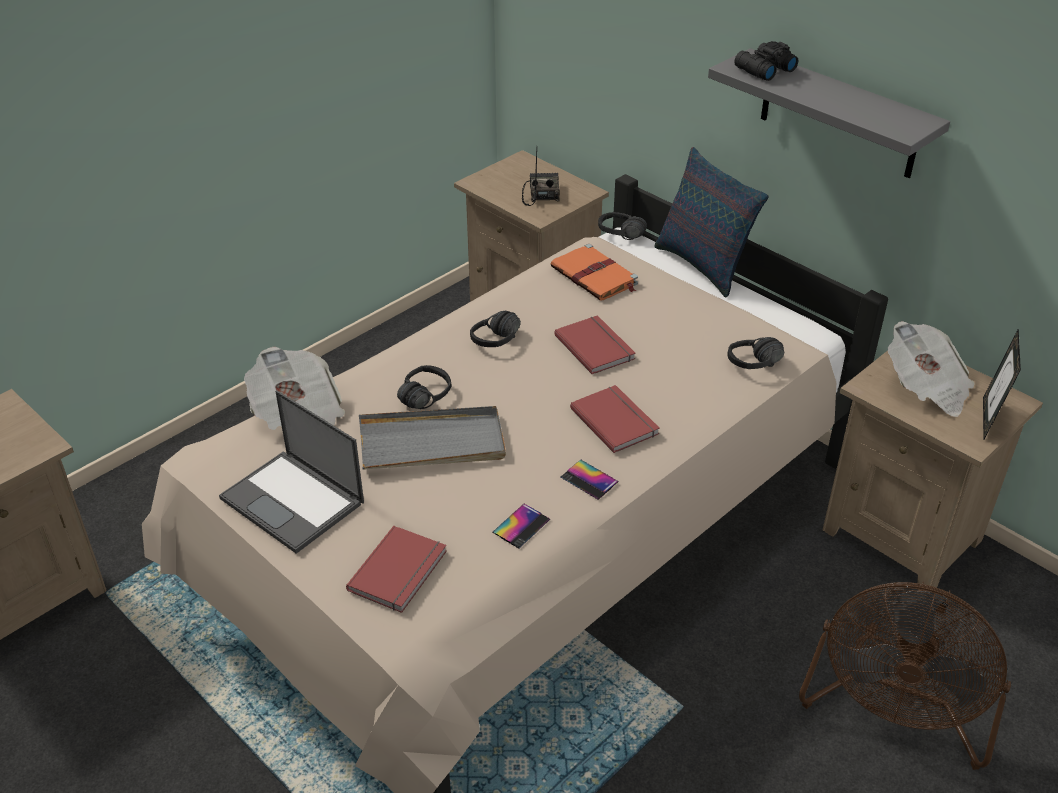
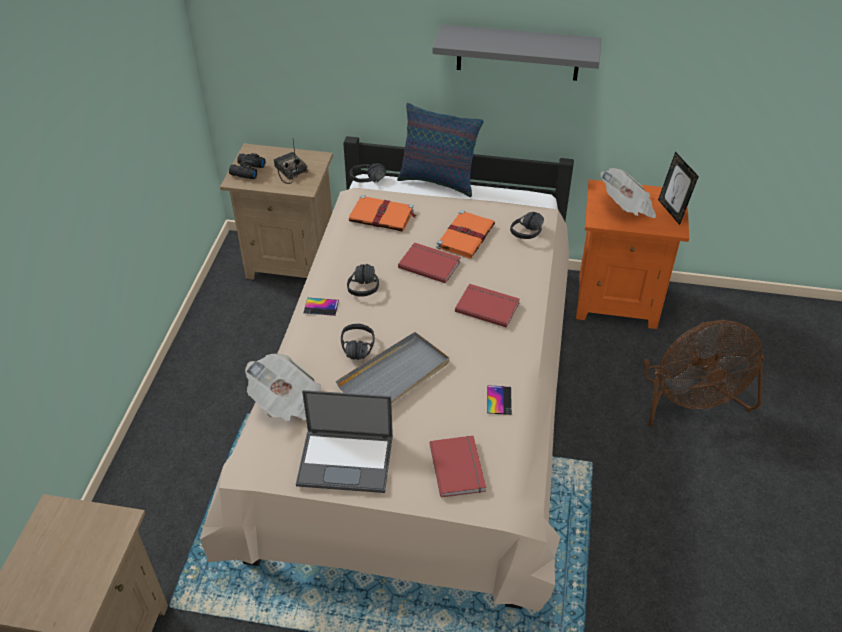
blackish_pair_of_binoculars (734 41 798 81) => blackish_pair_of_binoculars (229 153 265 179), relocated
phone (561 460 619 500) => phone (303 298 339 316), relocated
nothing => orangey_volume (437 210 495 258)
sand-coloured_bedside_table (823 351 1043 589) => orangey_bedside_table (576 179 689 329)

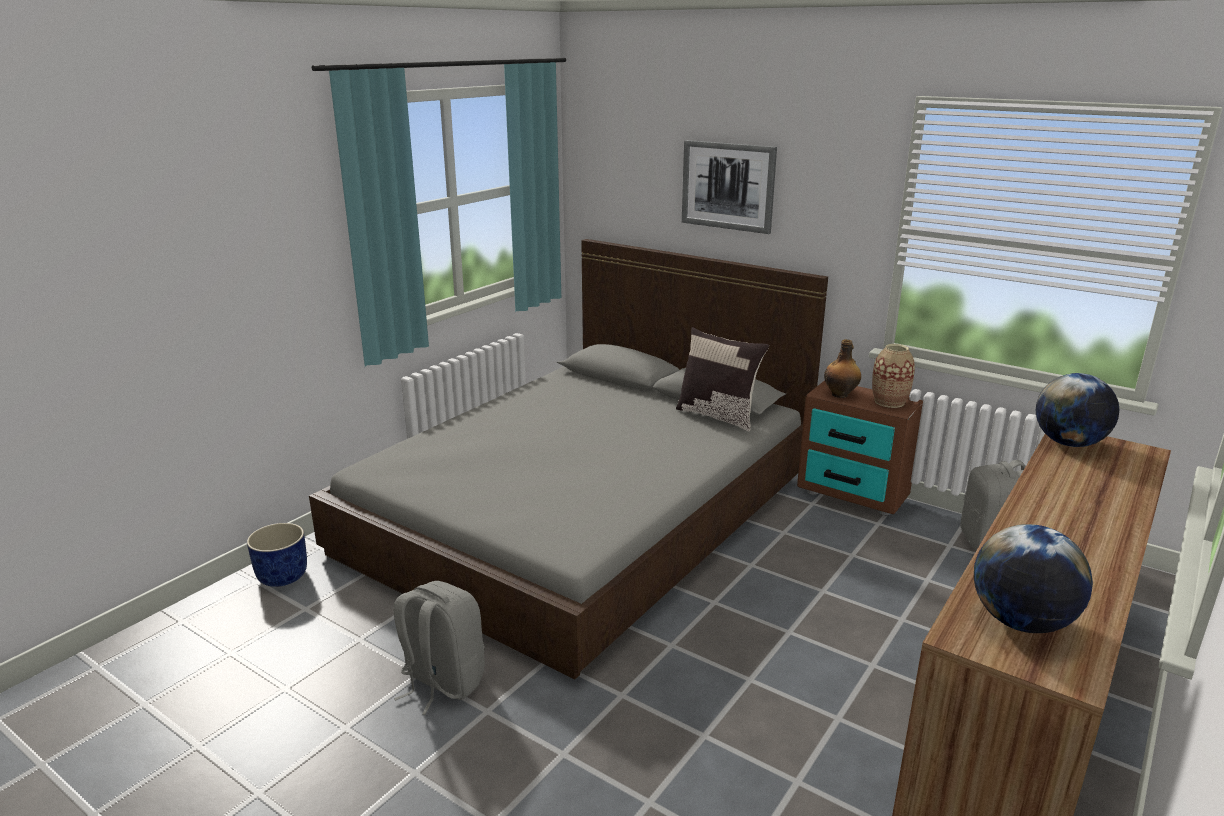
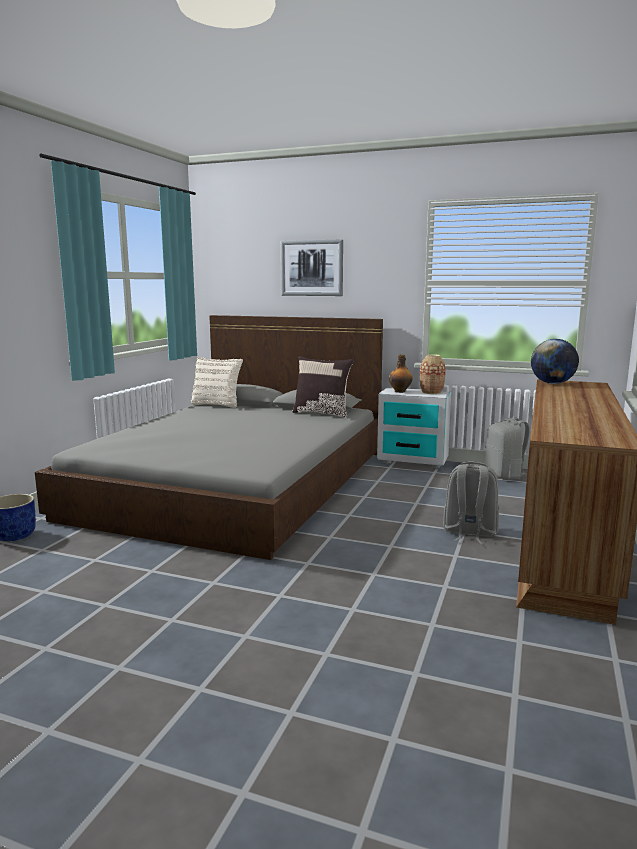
nothing => sand-coloured_pillow (191 356 243 408)
brown_bedside_table (797 380 923 516) => whitish_bedside_table (377 388 451 469)
grey_backpack (394 581 485 715) => grey_backpack (443 461 499 544), relocated
desk_globe (974 524 1093 633) => nothing

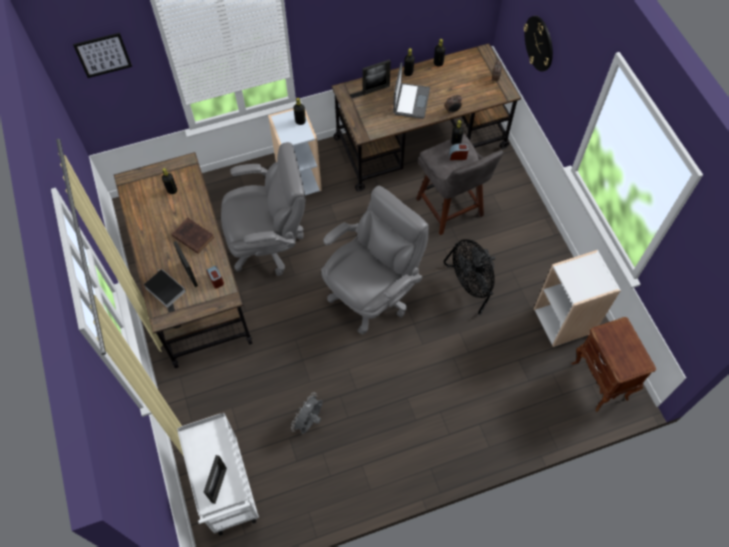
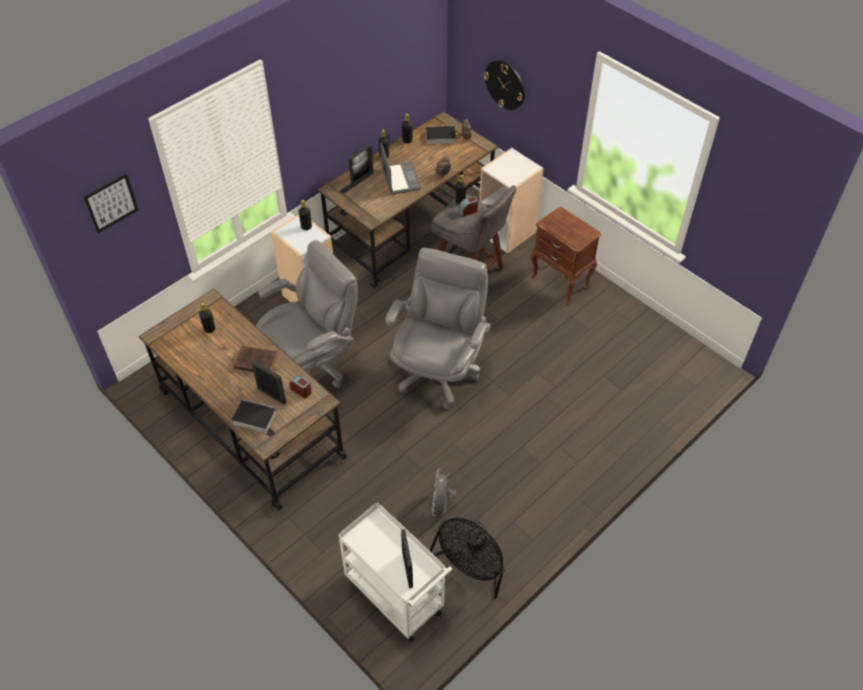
nothing => volume (421 125 456 144)
blackish_cooling_fan (444 239 495 315) => blackish_cooling_fan (429 518 506 599), relocated
bookcase (534 250 621 347) => bookcase (479 148 544 254), relocated
brown_bedside_table (571 317 656 412) => brown_bedside_table (531 207 601 305), relocated

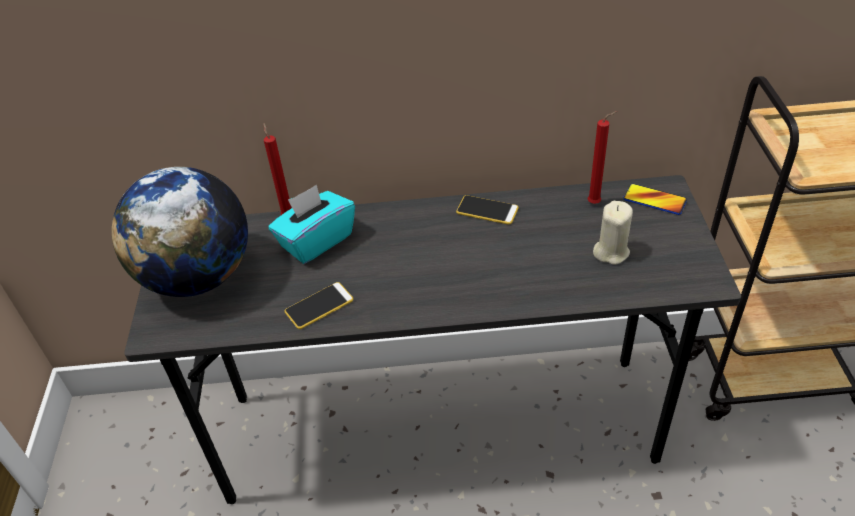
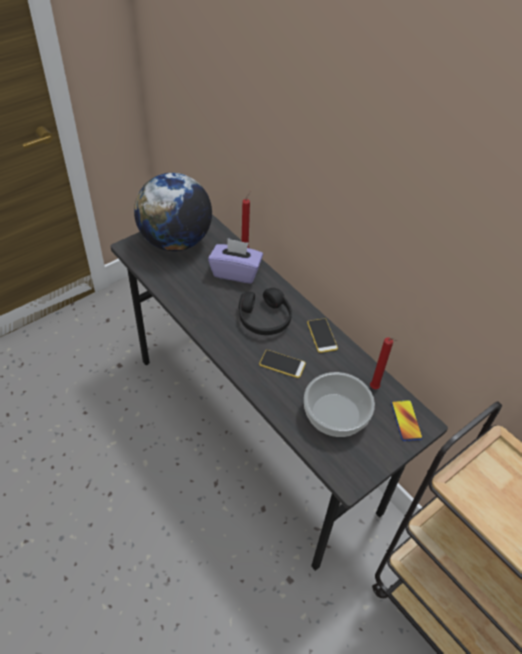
blue-green_tissue_holder (268 184 355 264) => purplish_tissue_holder (208 238 263 284)
nothing => blackish_pair_of_headphones (239 288 292 335)
phone (285 282 354 329) => phone (259 350 306 378), relocated
sand-coloured_candle (593 201 633 265) => deep_dish (304 372 375 437)

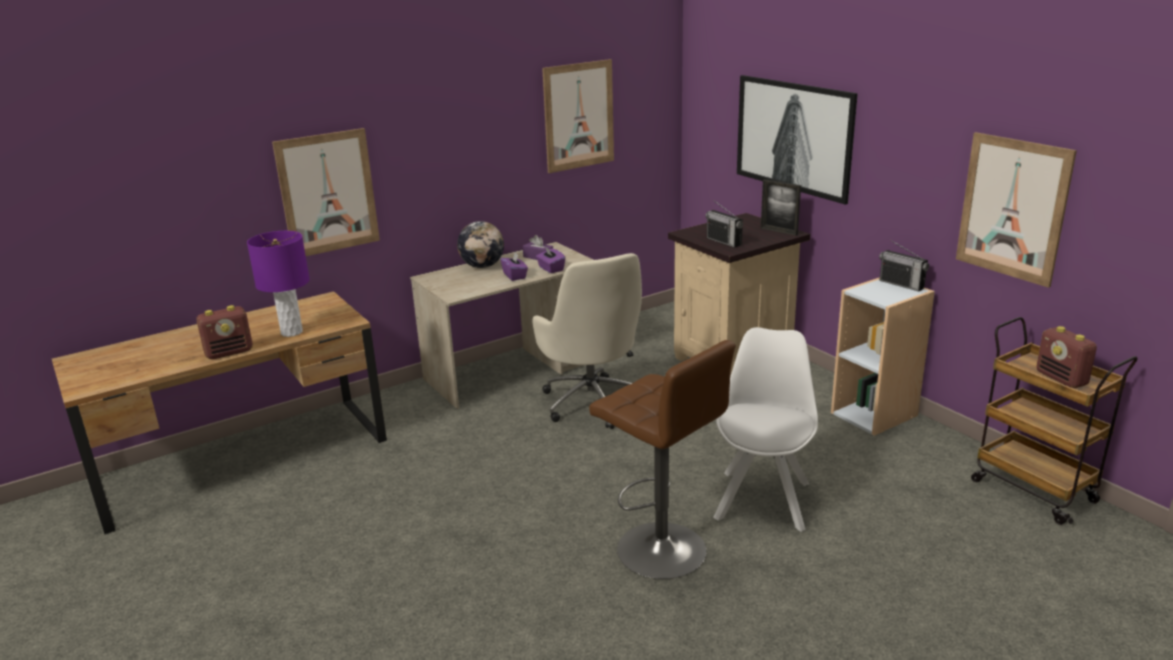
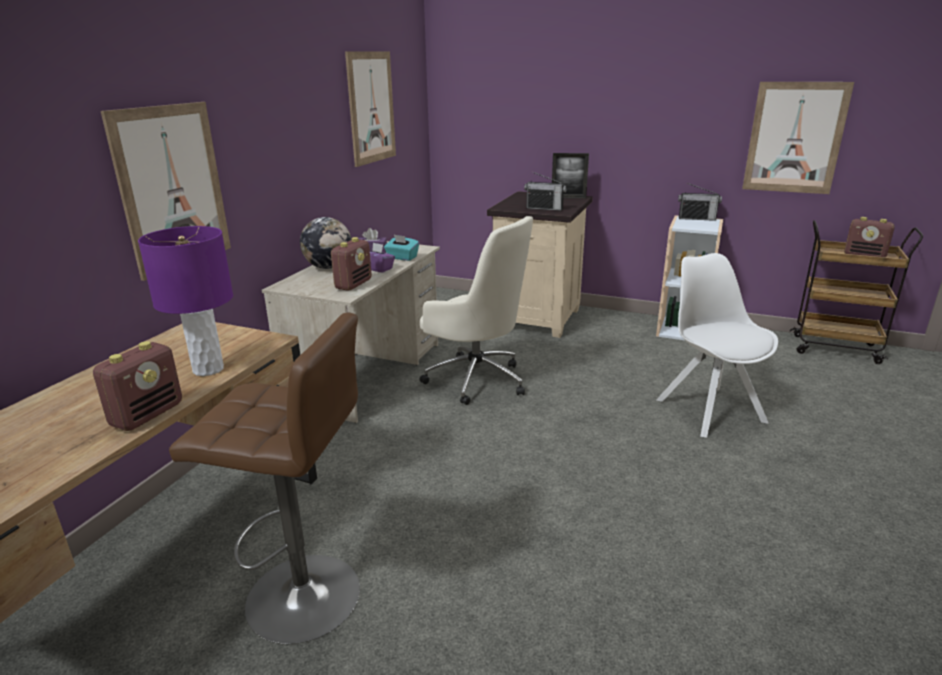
brown_sitting_stool (589 340 736 579) => brown_sitting_stool (169 313 360 644), relocated
nothing => radio_set (331 237 372 290)
purplish_tissue_holder (536 247 565 273) => blue-green_tissue_holder (384 235 419 261)
wall_art (737 75 858 204) => nothing

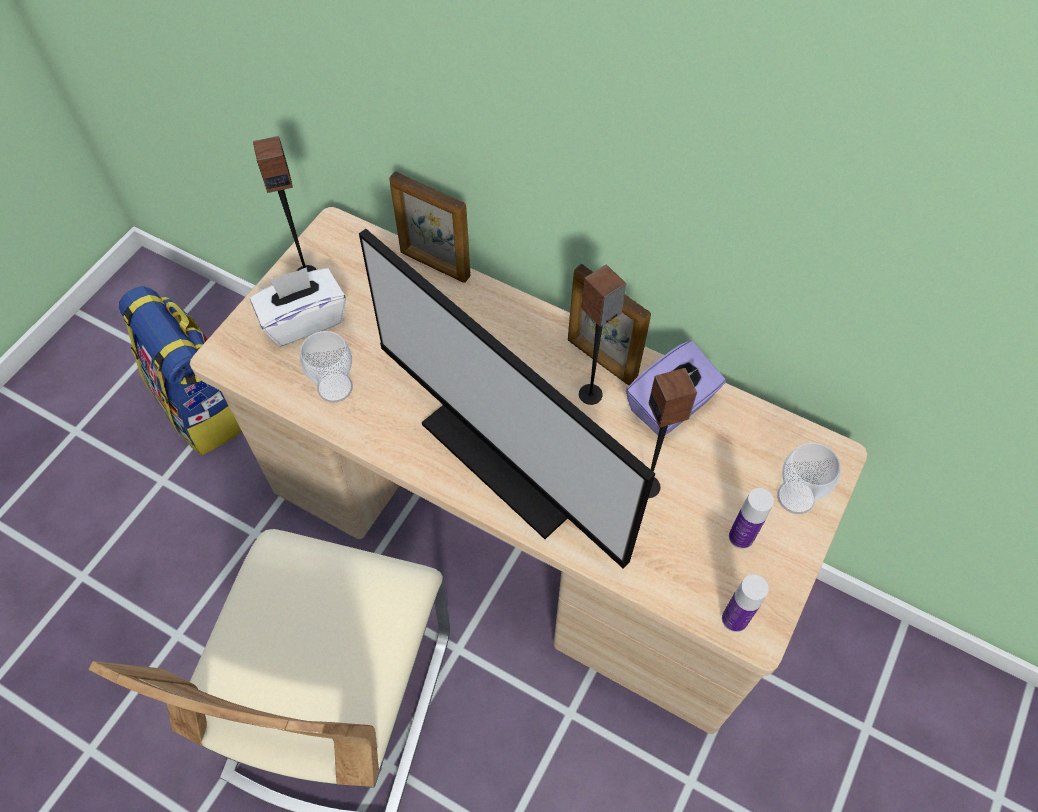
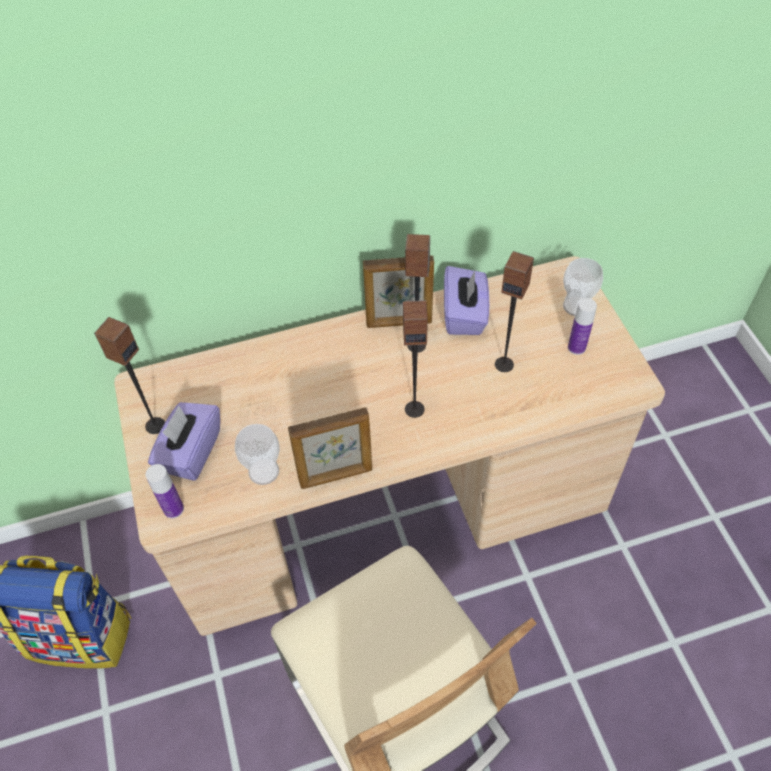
beverage_bottle (722 574 769 632) => beverage_bottle (146 464 184 518), relocated
whitish_tissue_holder (250 267 346 346) => purplish_tissue_holder (148 402 220 481)
standing_frame (389 171 470 283) => standing_frame (288 407 372 489), relocated
computer_screen (359 229 655 568) => audio_speaker (403 300 428 418)

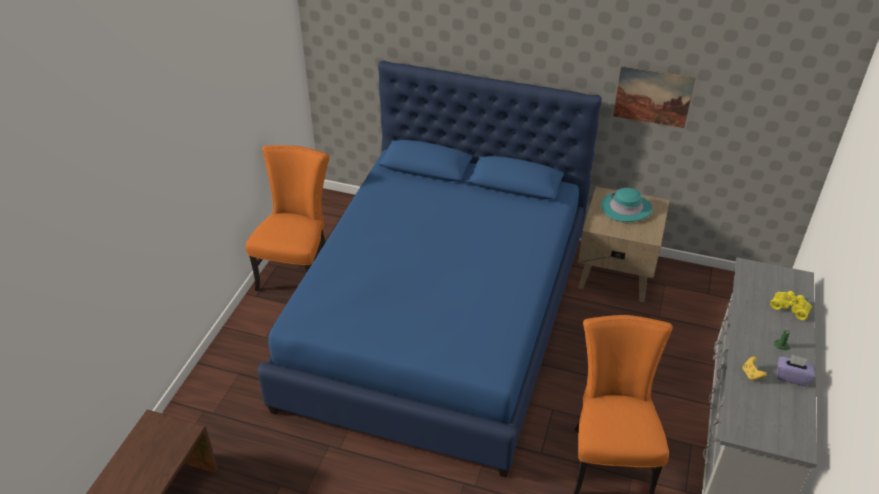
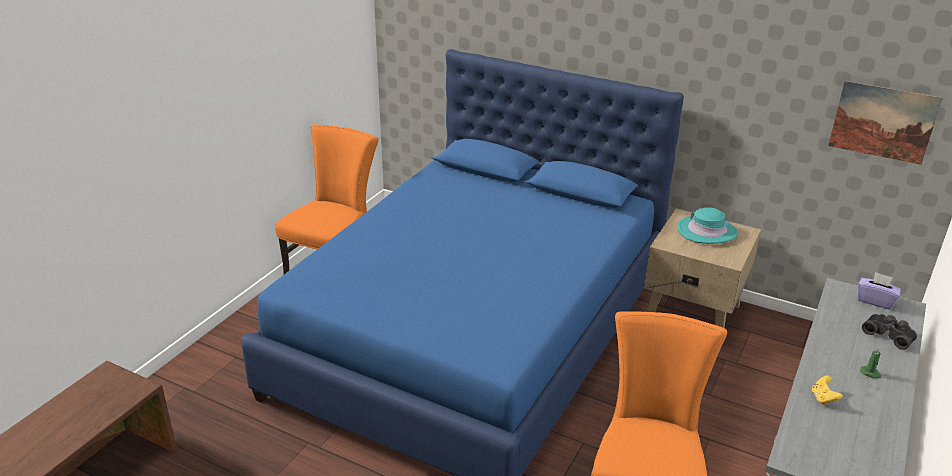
wall_art (613 66 696 128) => wall_art (828 80 943 165), relocated
purplish_tissue_holder (777 355 815 386) => purplish_tissue_holder (858 272 901 310), relocated
yellow_pair_of_binoculars (770 291 812 320) => blackish_pair_of_binoculars (862 314 917 350)

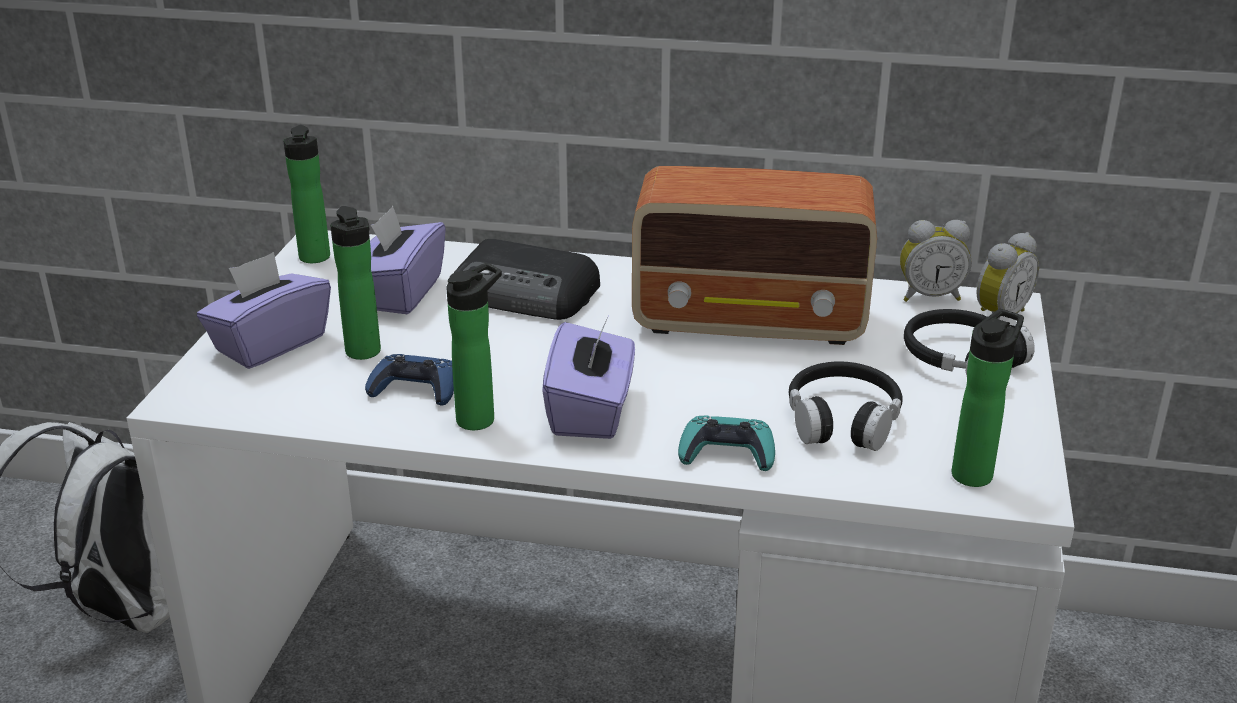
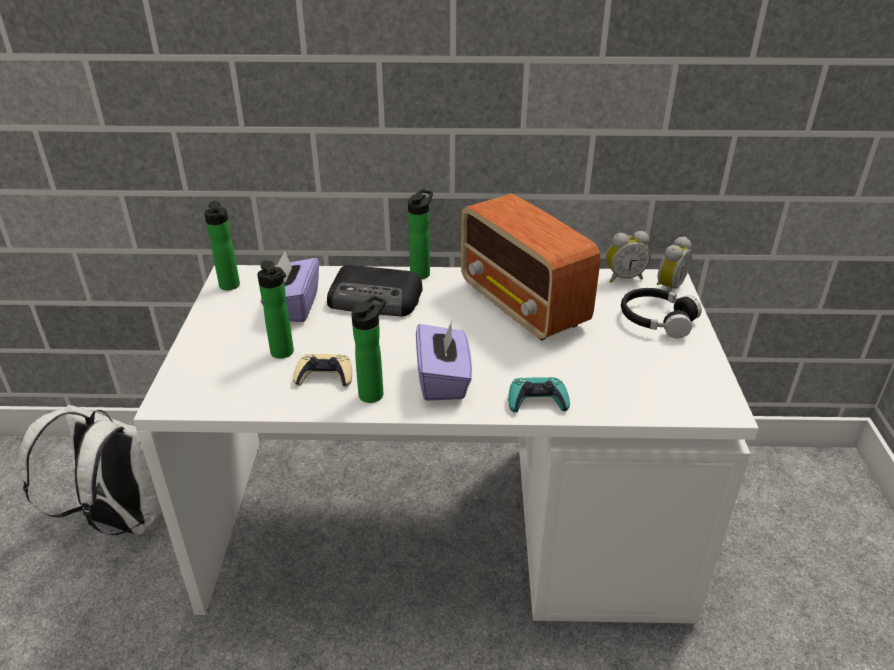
blue-coloured_joypad (365 354 454 406) => sand-coloured_joypad (293 354 352 387)
beverage_bottle (952 309 1024 487) => beverage_bottle (408 189 433 279), relocated
radio_set (632 166 877 345) => radio_set (461 194 600 341), 60 degrees clockwise
purplish_tissue_holder (197 252 331 369) => nothing
blackish_pair_of_headphones (789 361 903 451) => nothing

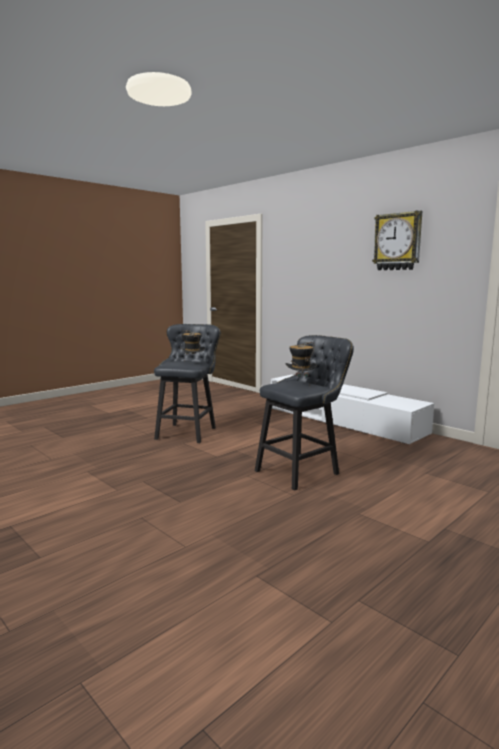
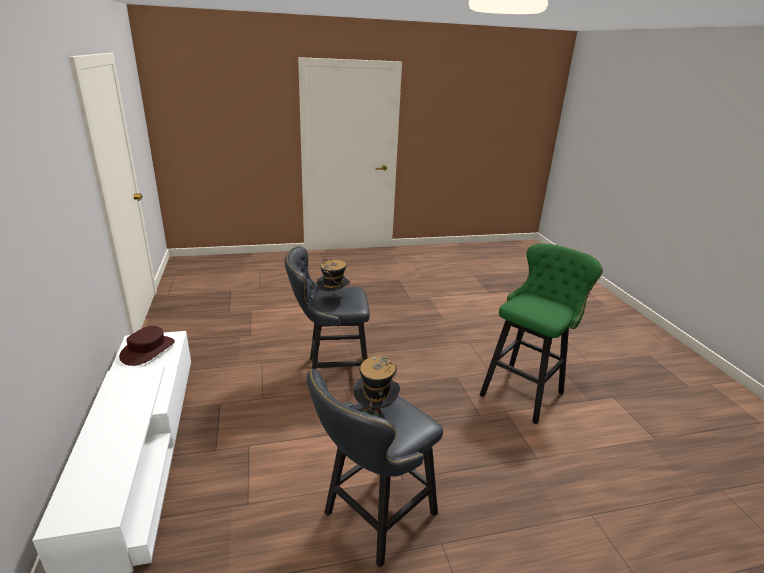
nothing => brown_clothing_hat (119 326 175 366)
nothing => greenish_sitting_stool (480 243 603 425)
clock_on_the_wall (372 211 422 270) => nothing

